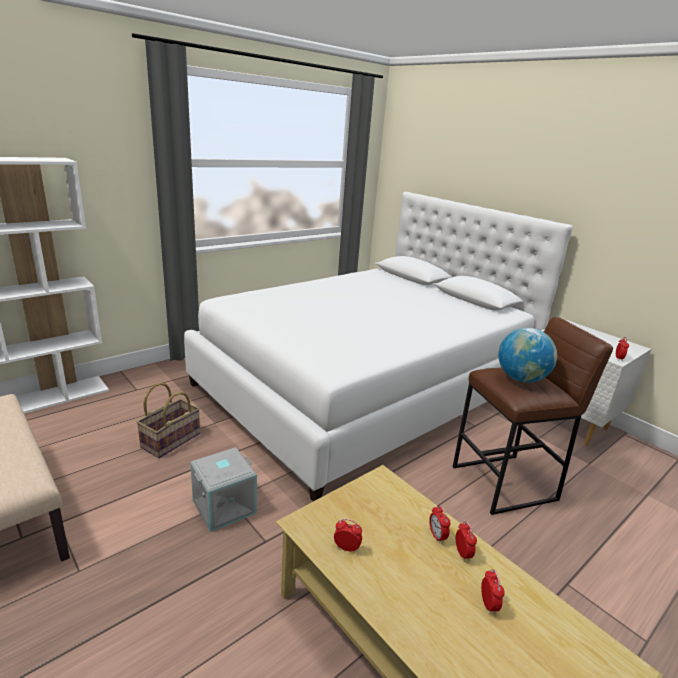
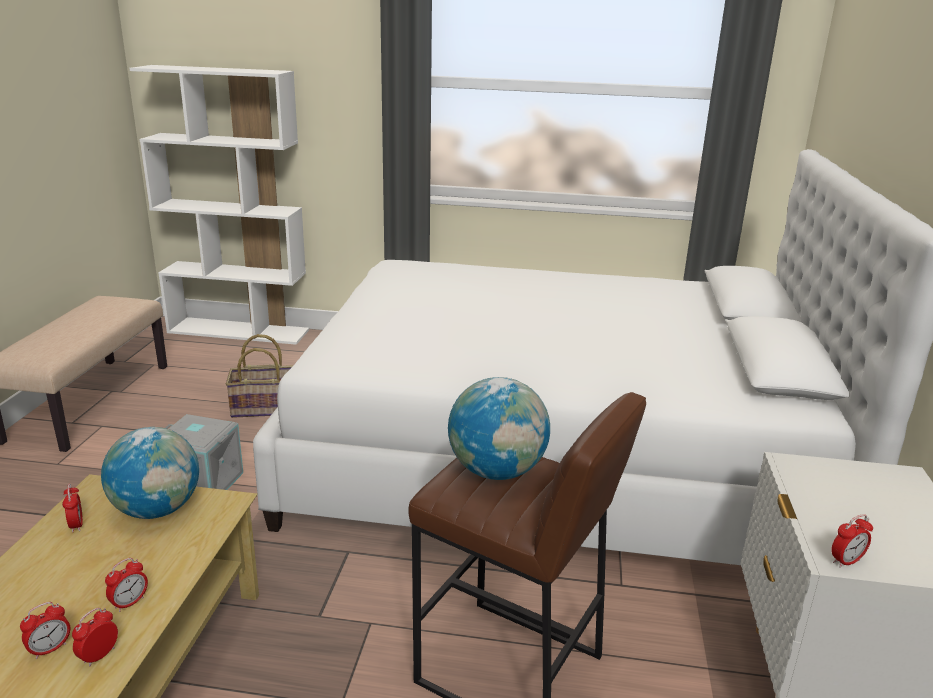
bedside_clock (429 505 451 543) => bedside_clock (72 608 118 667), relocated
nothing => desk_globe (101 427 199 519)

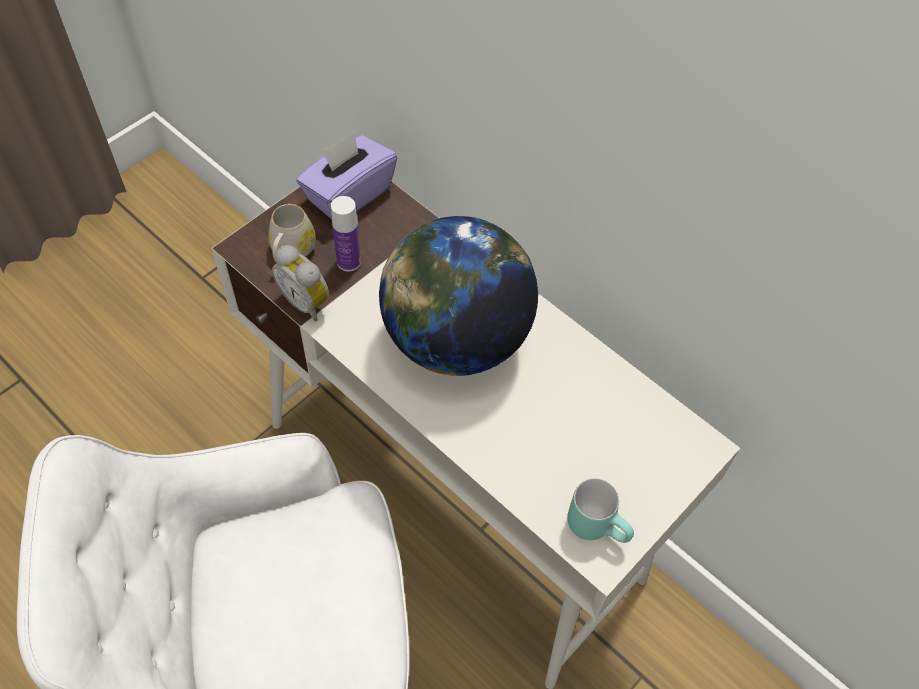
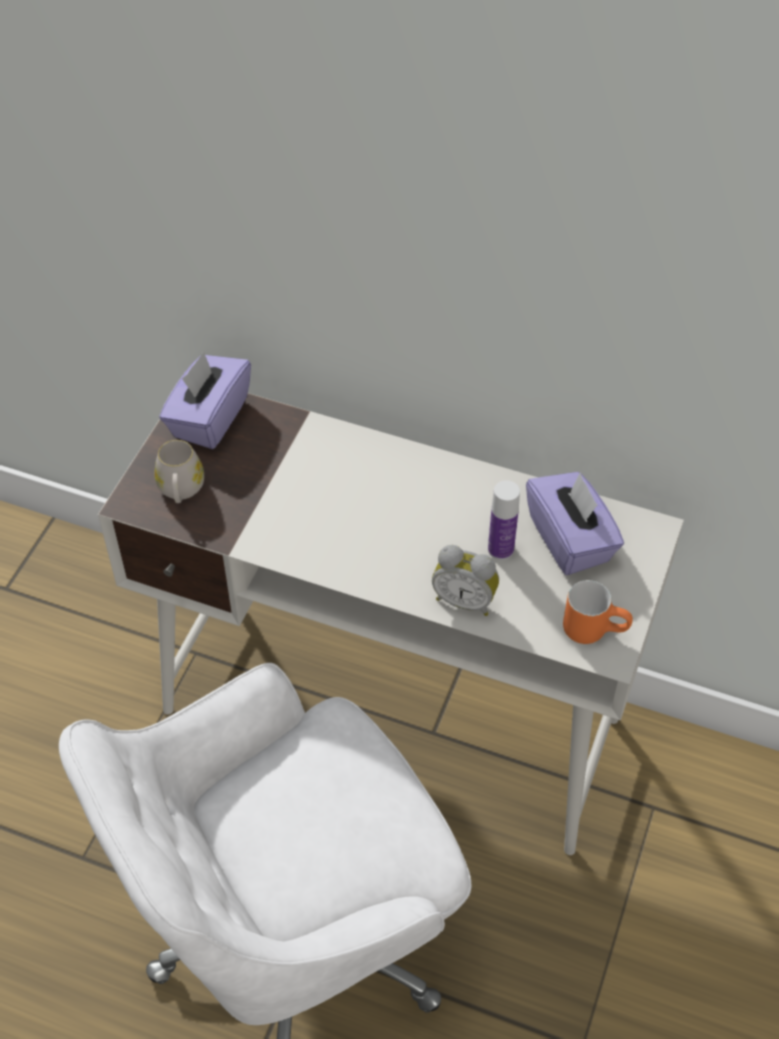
bedside_clock (272 245 329 322) => bedside_clock (432 545 499 616), relocated
beverage_bottle (331 196 361 272) => beverage_bottle (488 480 520 560), relocated
nothing => purplish_tissue_holder (526 472 624 575)
blue-green_mug (567 478 634 543) => orangey_mug (563 580 633 644)
desk_globe (379 216 538 376) => nothing

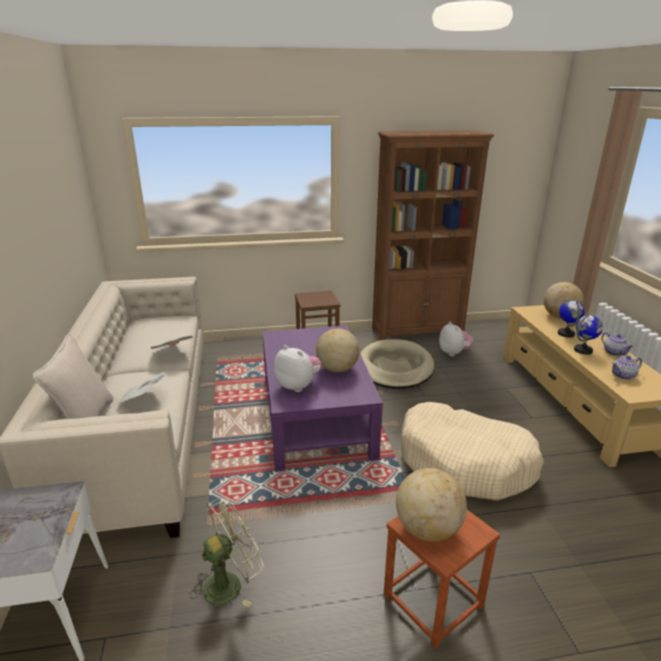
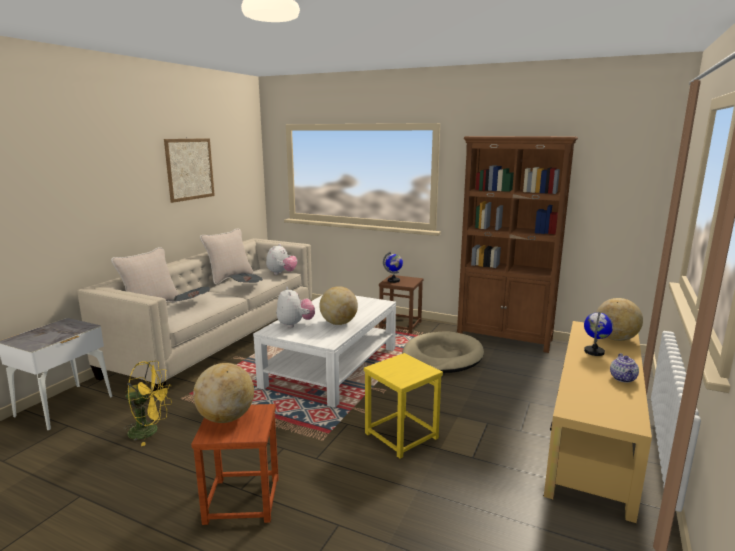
greenish_cooling_fan (190 496 264 607) => yellow_cooling_fan (124 361 172 446)
nothing => wall_art (164 138 215 203)
nothing => sand-coloured_pillow (200 228 253 285)
purplish_coffee_table (262 326 383 472) => whitish_coffee_table (253 295 396 408)
cuddly_toy (439 322 474 357) => cuddly_toy (266 244 297 275), relocated
sand-coloured_dog_bed (401 402 544 501) => yellow_sitting_stool (364 353 443 459)
desk_globe (574 314 603 355) => desk_globe (383 252 403 283), relocated
pot_for_tea (612 356 642 380) => nothing

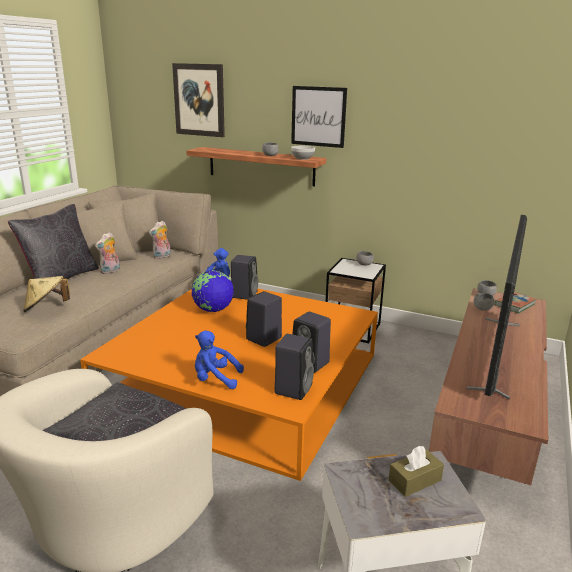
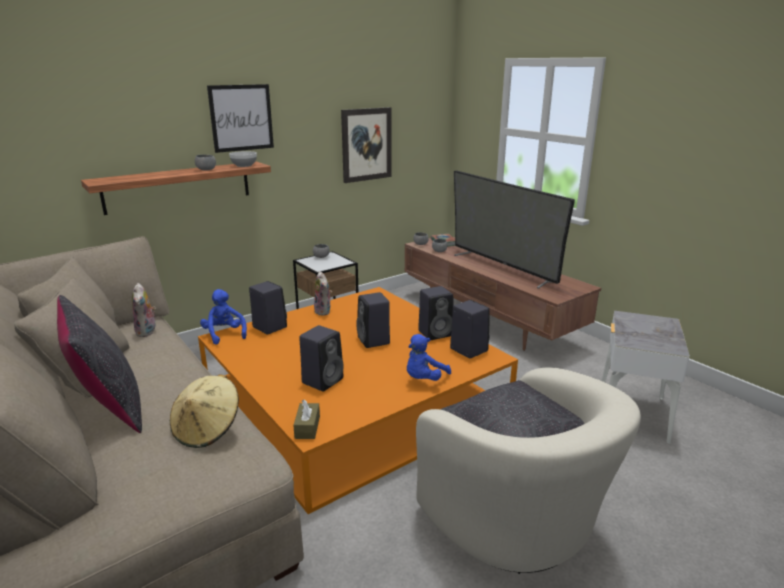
brown_tissue_holder (388 446 444 497) => brown_tissue_holder (293 400 320 439), relocated
nothing => blackish_audio_speaker (299 325 344 391)
cuddly_toy (95 232 120 274) => cuddly_toy (314 271 332 316), relocated
wall_art (172 63 225 137) => wall_art (341 107 391 183), relocated
desk_globe (192 270 234 312) => nothing

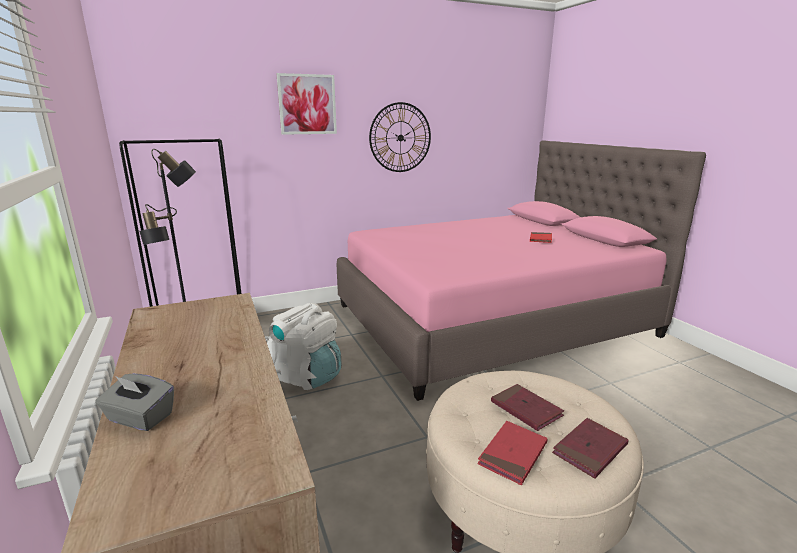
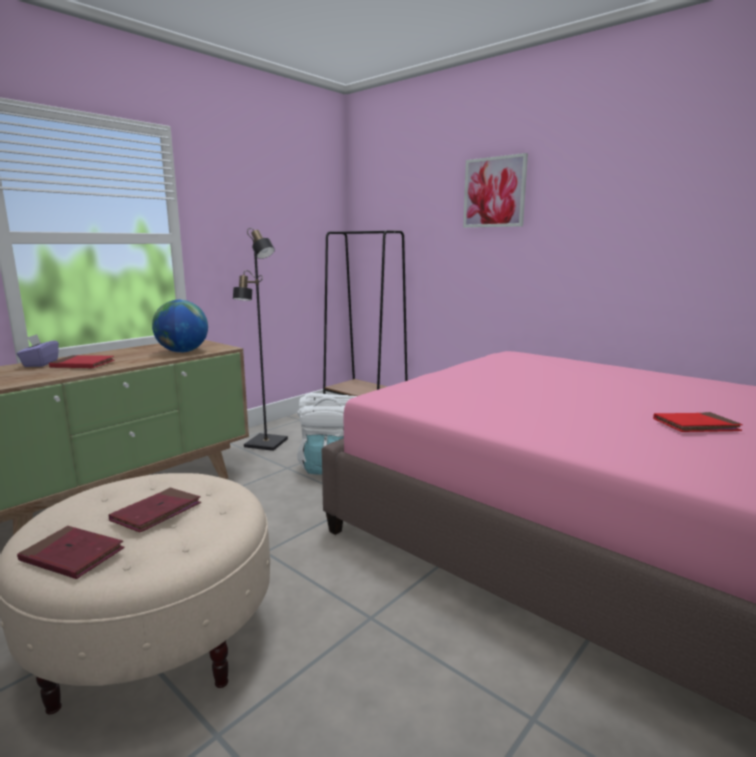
grey_tissue_holder (95 373 174 431) => purplish_tissue_holder (17 334 59 367)
red-coloured_volume (478 421 548 485) => red-coloured_volume (49 355 115 369), relocated
nothing => desk_globe (152 300 208 353)
clock_on_the_wall (369 102 431 172) => nothing

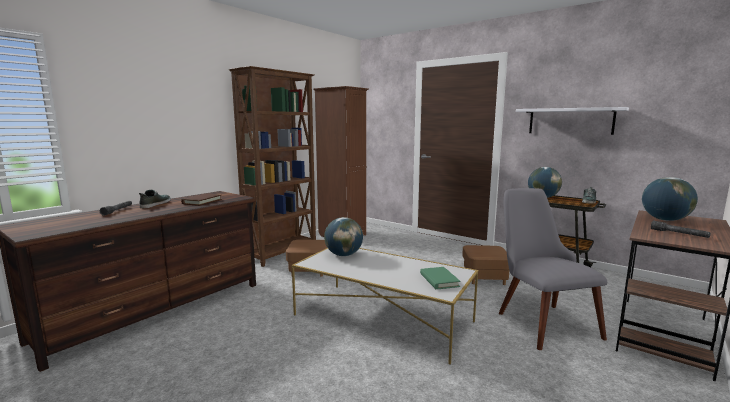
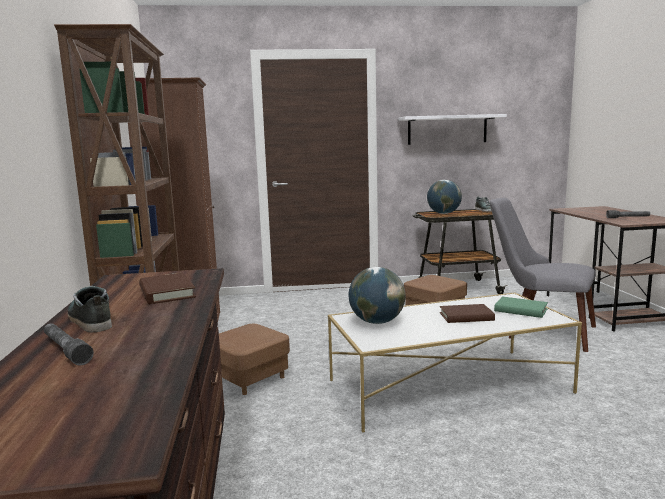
nothing => brown_volume (440 304 495 323)
desk_globe (642 177 698 221) => nothing

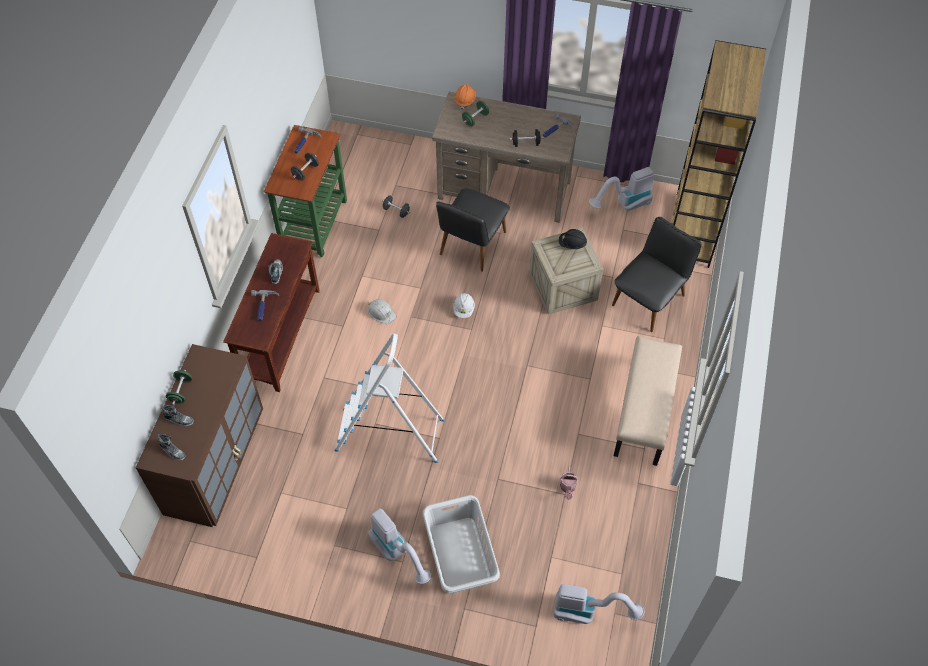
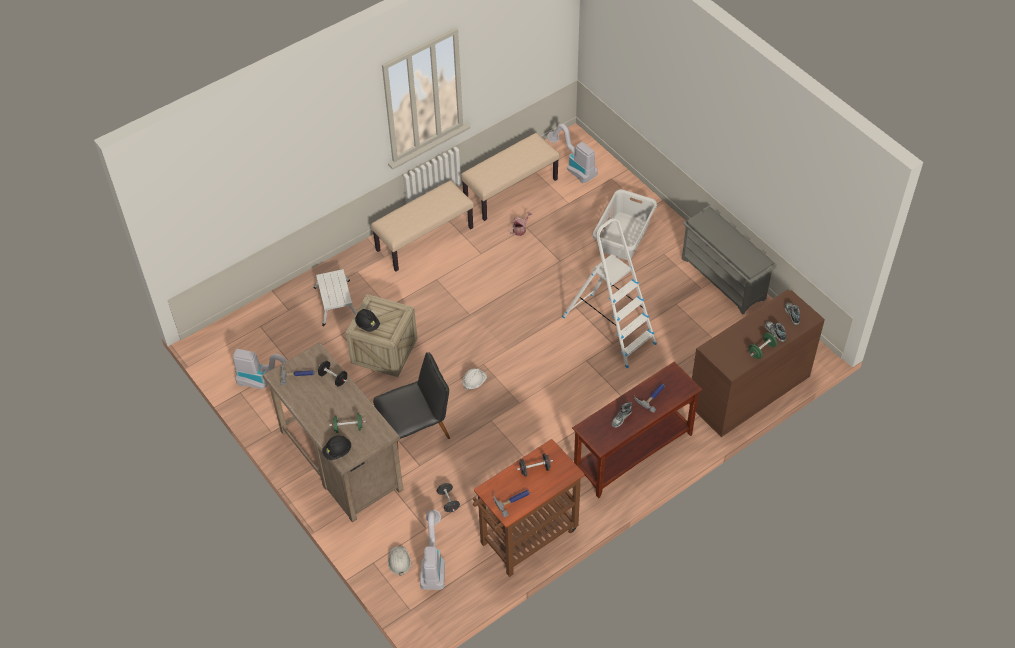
blackish_plain_chair (612 217 702 332) => whitish_step_ladder (313 269 356 327)
orangey_safety_helmet (454 84 476 109) => blackish_safety_helmet (322 436 351 460)
whitish_safety_helmet (368 299 397 324) => whitish_safety_helmet (388 546 411 576), relocated
vacuum_cleaner (368 508 431 584) => vacuum_cleaner (420 510 445 590), relocated
nothing => sand-coloured_long_seat (461 133 560 221)
greenish_trolley (264 125 347 257) => brown_trolley (473 439 585 577)
nothing => grey_shoe_rack (681 206 777 314)
brown_bookcase (672 40 766 268) => nothing

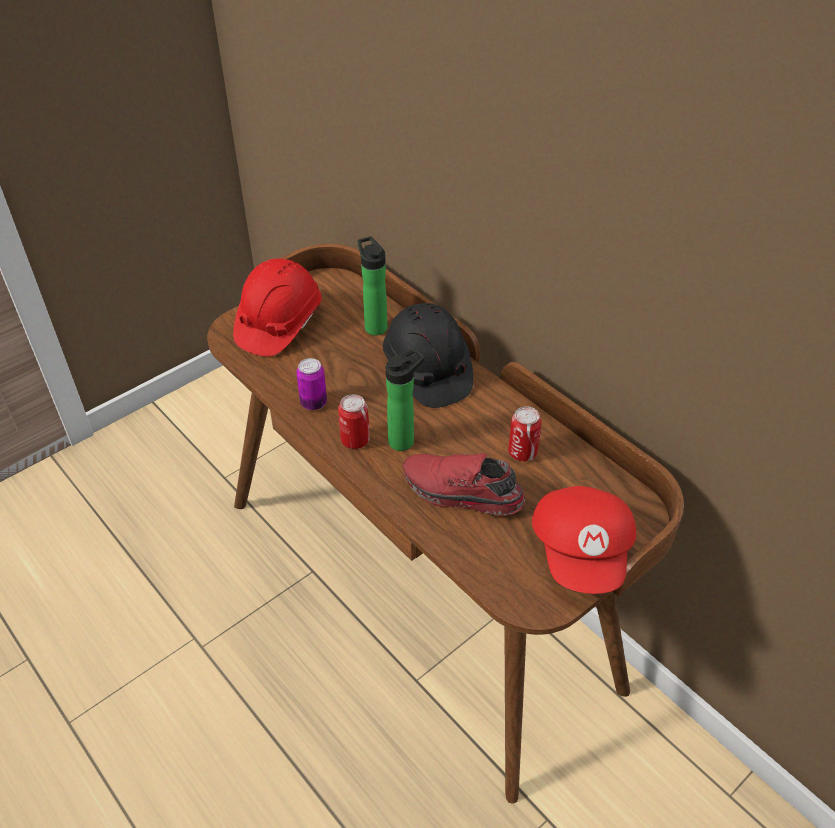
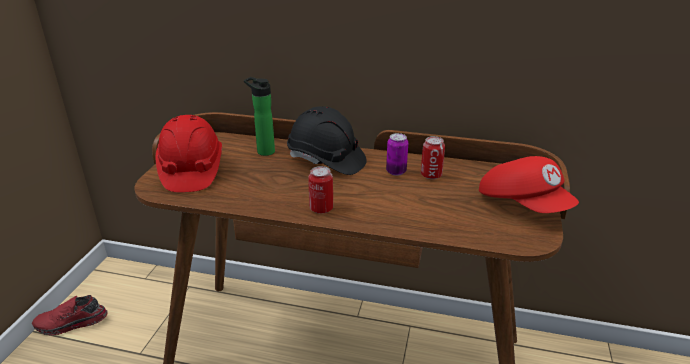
red-coloured_low_shoe (403 453 525 516) => red-coloured_low_shoe (32 295 108 335), relocated
metal_can (296 358 327 410) => metal_can (386 133 408 176), relocated
beverage_bottle (386 348 424 451) => nothing

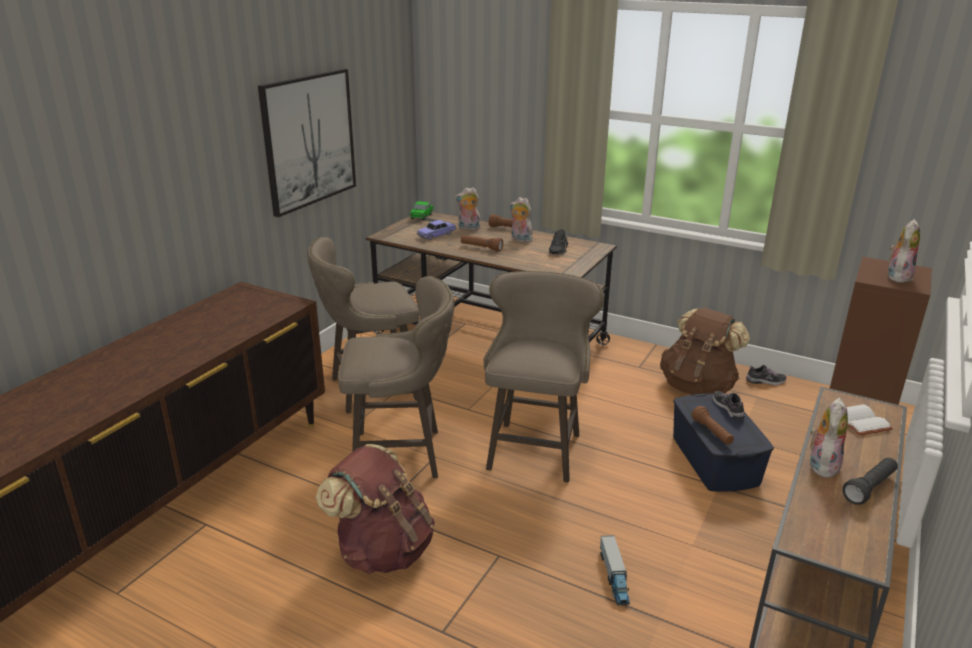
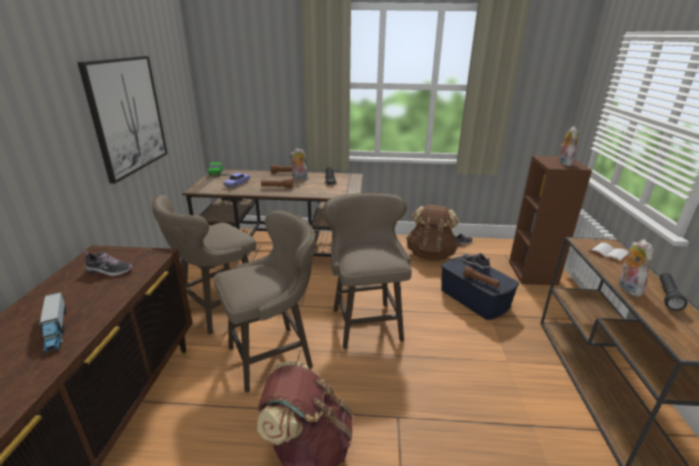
model_truck (600 535 630 605) => model_truck (39 292 66 353), relocated
nothing => low_shoe (85 252 133 276)
cuddly_toy (455 188 480 230) => nothing

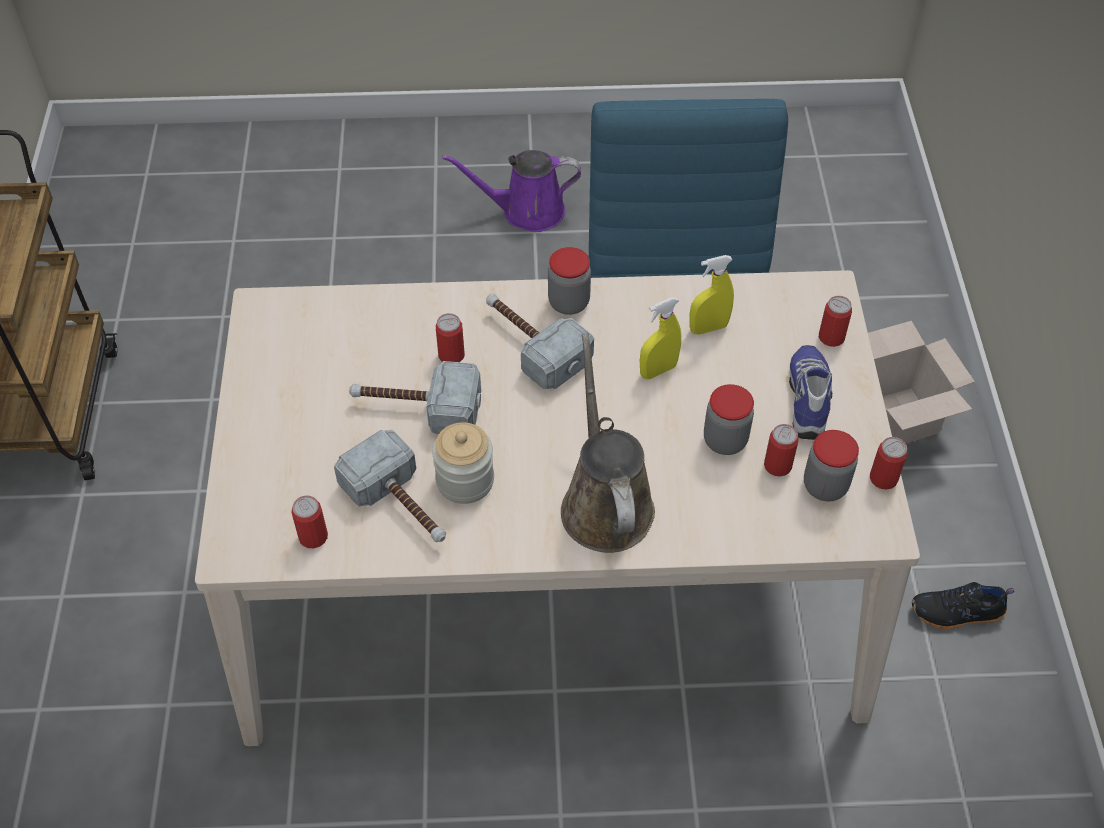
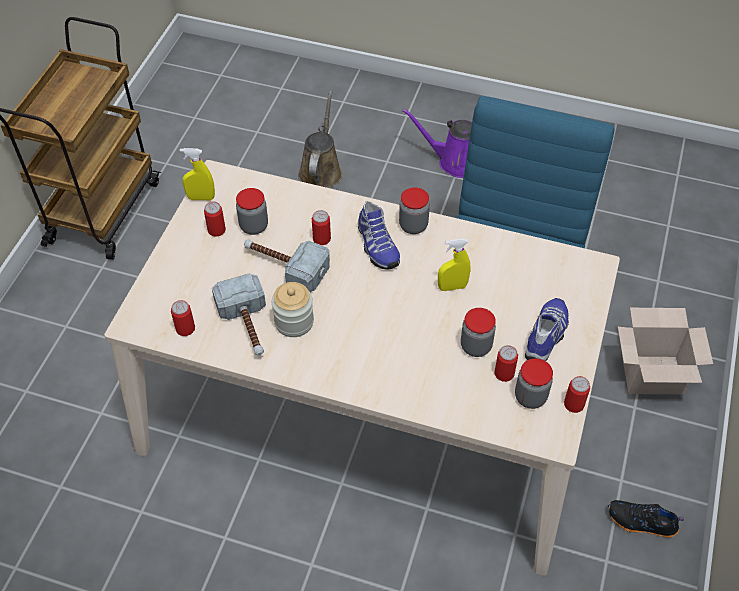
yellow_spray_bottle (689 255 734 335) => yellow_spray_bottle (180 148 215 200), relocated
metal_can (819 296 852 347) => metal_can (204 202 226 237), relocated
nothing => preserve_jar (236 188 268 235)
brown_sprinkling_can (561 333 655 553) => brown_sprinkling_can (298 91 342 188), relocated
hammer (486 294 594 389) => low_shoe (358 201 400 270)

